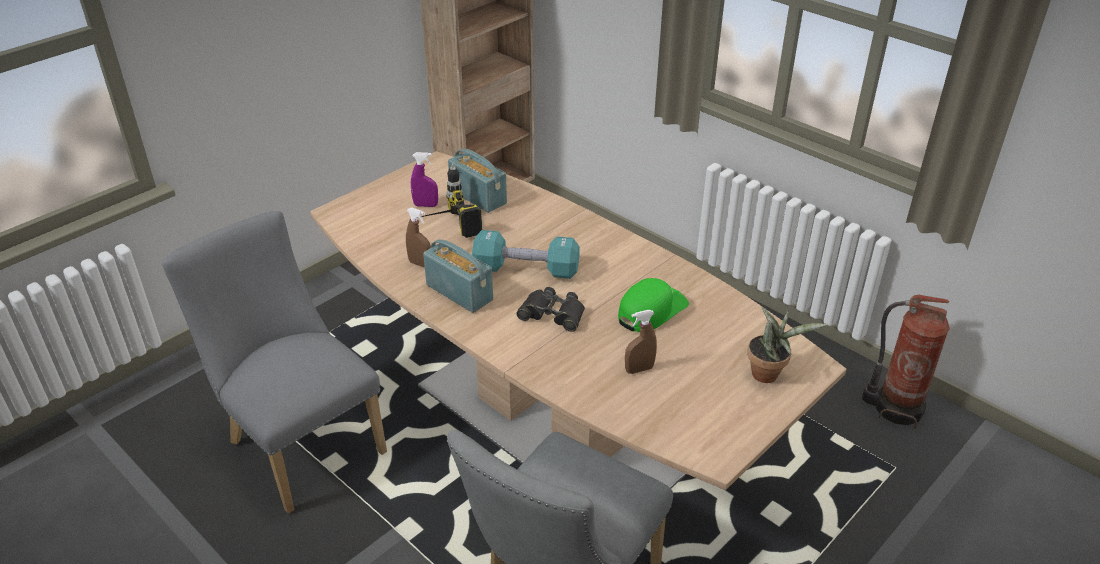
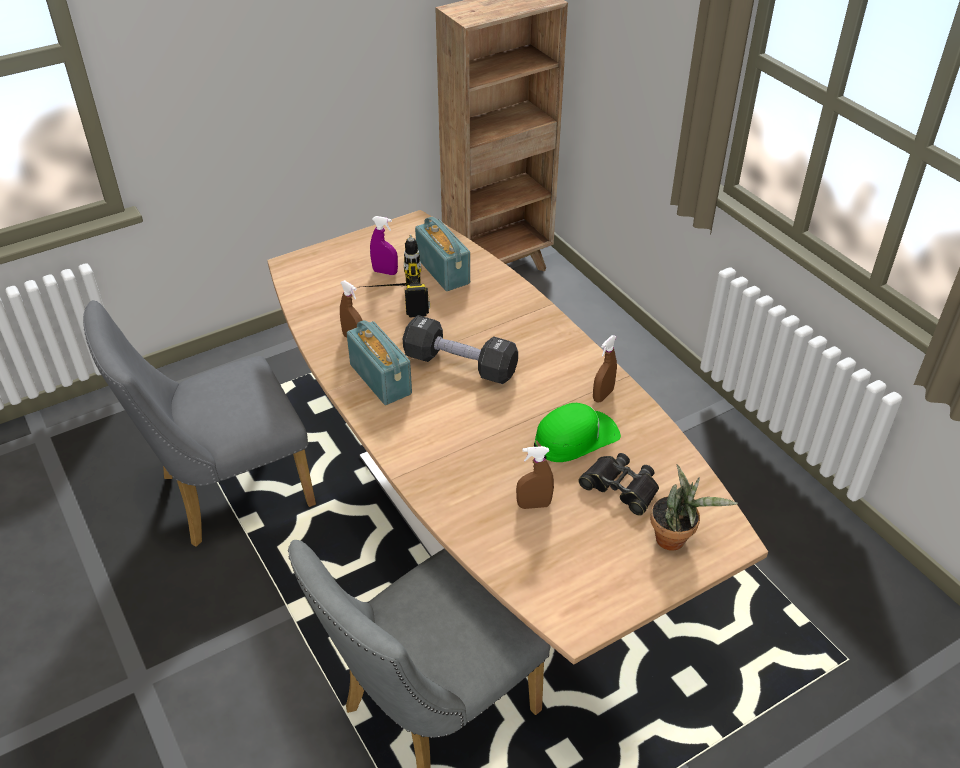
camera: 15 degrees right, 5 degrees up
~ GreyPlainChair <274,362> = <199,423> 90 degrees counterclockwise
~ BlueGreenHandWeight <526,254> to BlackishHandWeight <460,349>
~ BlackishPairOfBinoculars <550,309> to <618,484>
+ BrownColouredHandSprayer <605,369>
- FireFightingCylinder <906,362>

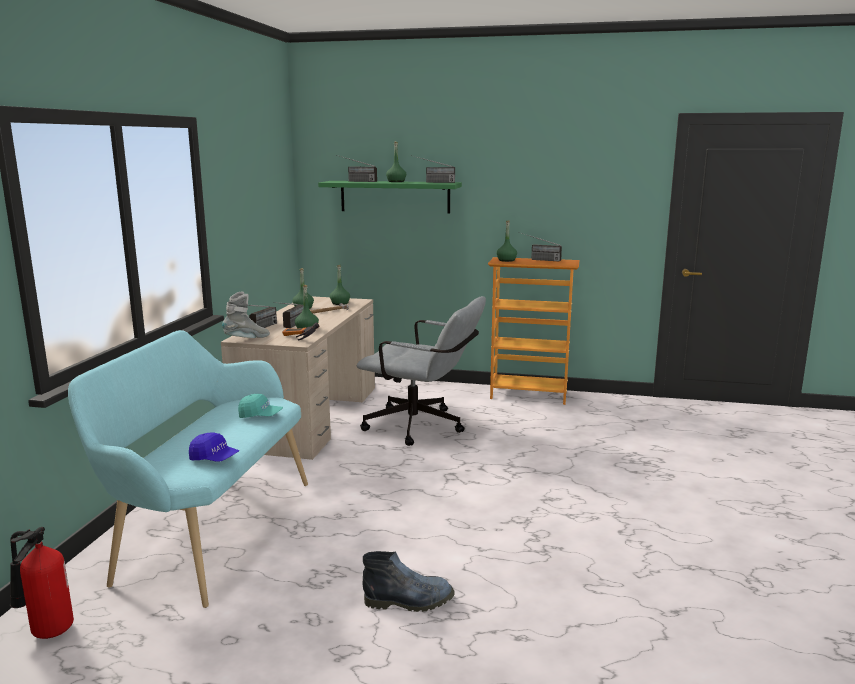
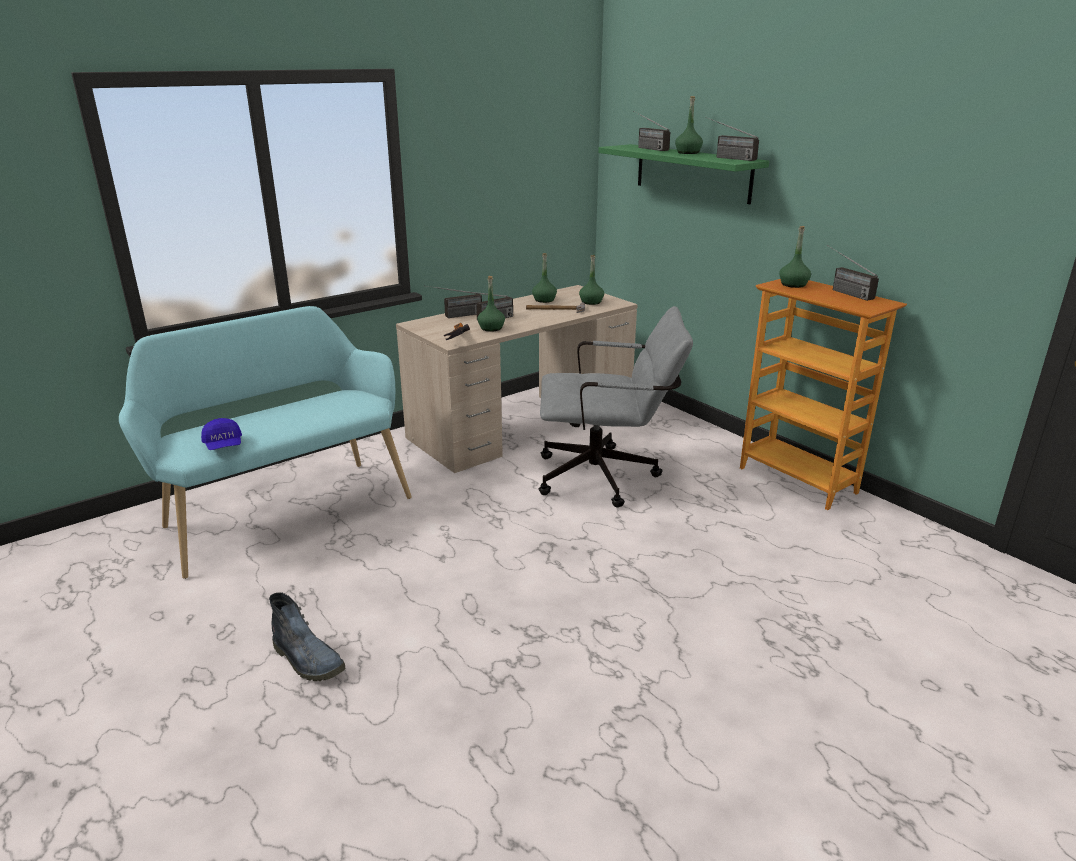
camera: 40 degrees right, 10 degrees up
~ GreyComputerChair <421,371> = <616,406> 60 degrees counterclockwise
- FireFightingCylinder <42,583>
- GreyHighTopBoot <246,314>
- BlueGreenCap <260,406>

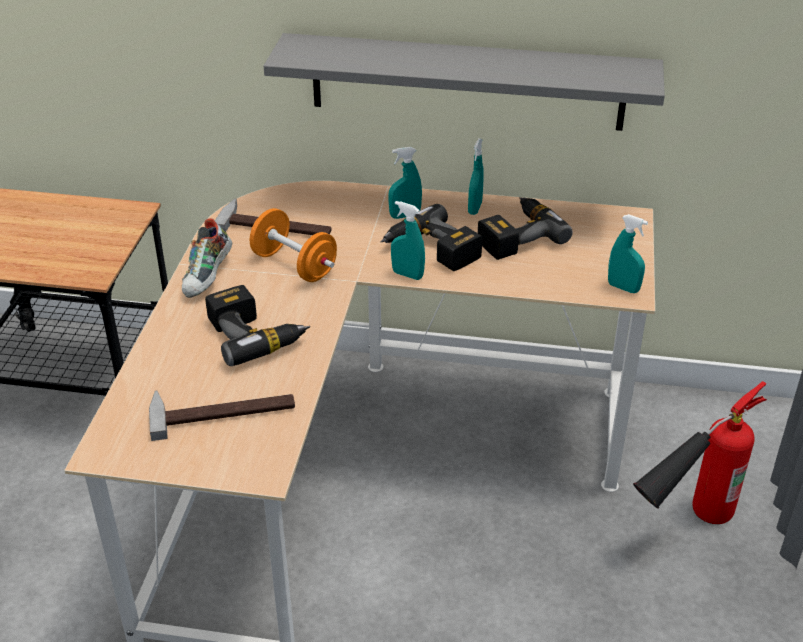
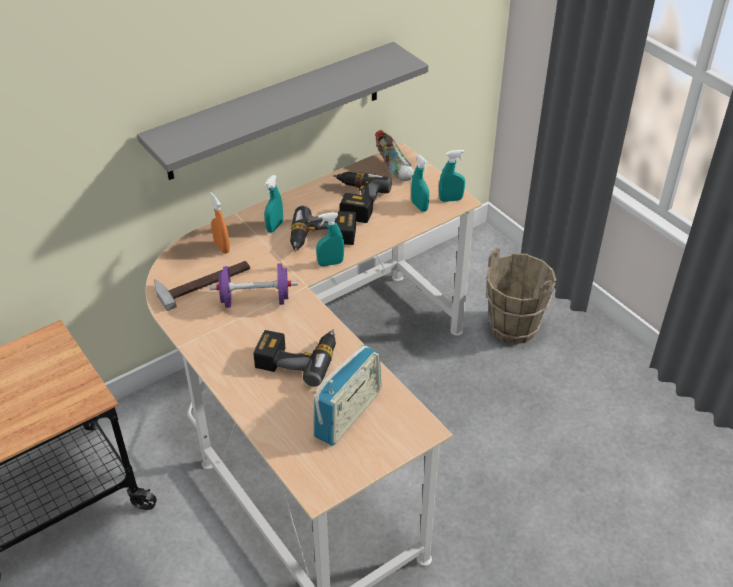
camera: 45 degrees left, 5 degrees up
+ OrangeHandSprayer <220,223>
~ OrangeHandWeight <293,245> to PurplishHandWeight <254,285>
~ HandHammer <222,415> to RadioReceiver <347,395>
~ ItemOfFootwear <207,258> to <394,155>
~ BlueGreenHandSprayer <476,176> to <420,183>
~ FireFightingCylinder <700,452> to BrownColouredPail <521,296>

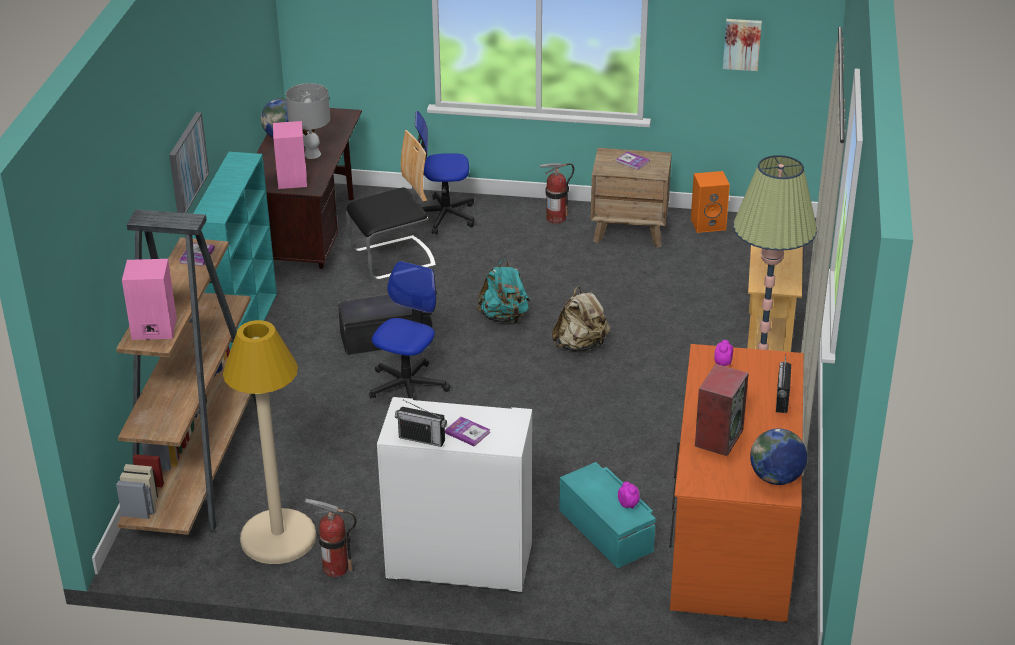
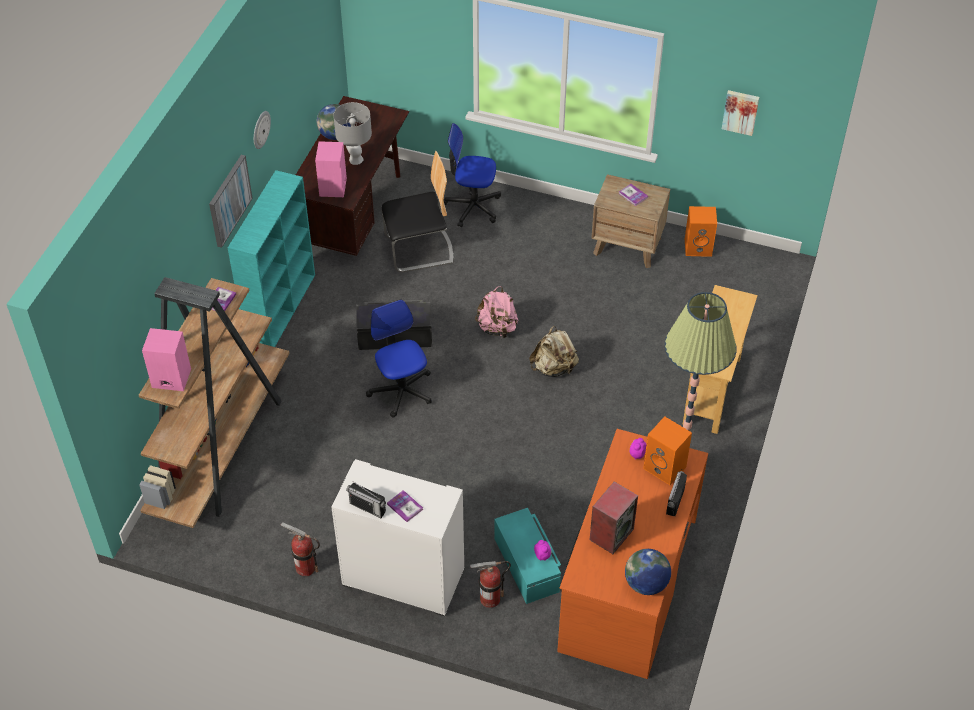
camera: 10 degrees right, 15 degrees up
+ WallClock <262,130>
~ ComputerChair <410,330> = <399,359> 60 degrees counterclockwise
~ FireFightingCylinder <556,193> to <490,584>
~ BlueGreenKnapsack <503,291> to PinkishKnapsack <497,312>
+ OrangeSpeaker <667,450>
- BeigeColouredStandardLamp <269,442>

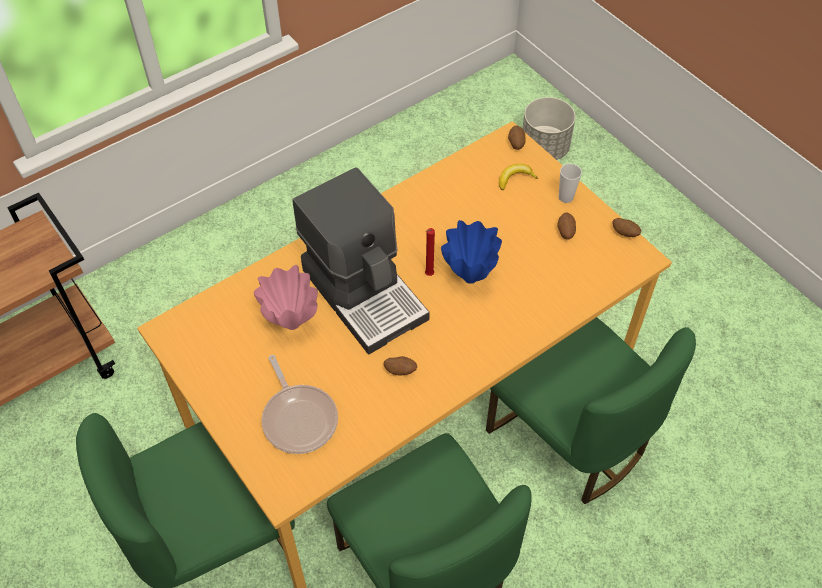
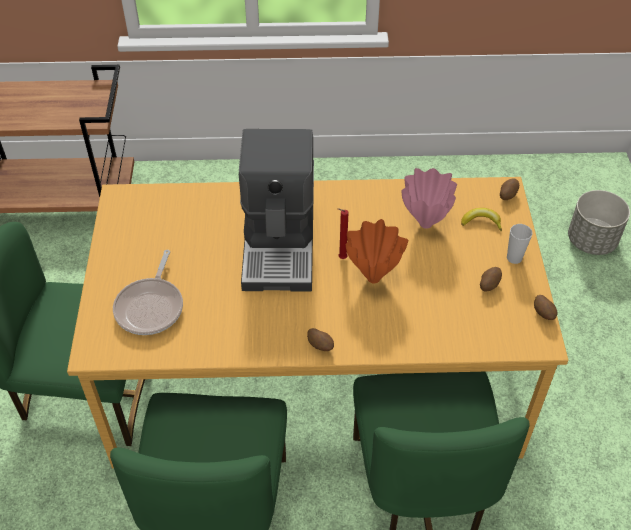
camera: 35 degrees right, 5 degrees down
~ WholePotato <400,365> to <320,339>
~ BlueColouredDecorativeVase <471,252> to OrangeDecorativeVase <377,251>
~ PinkishDecorativeVase <285,297> to <429,198>

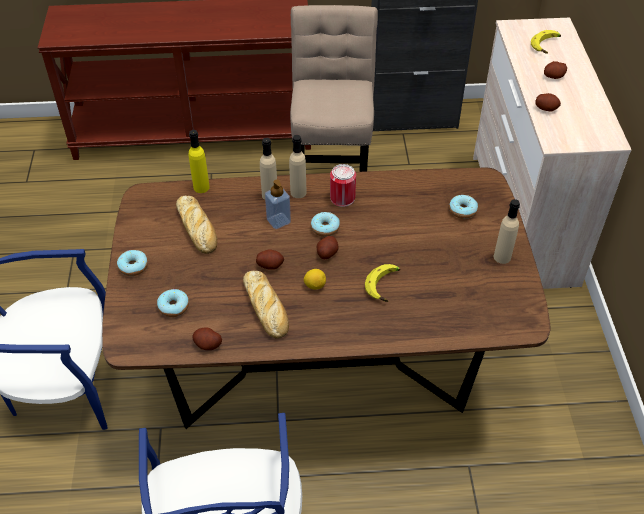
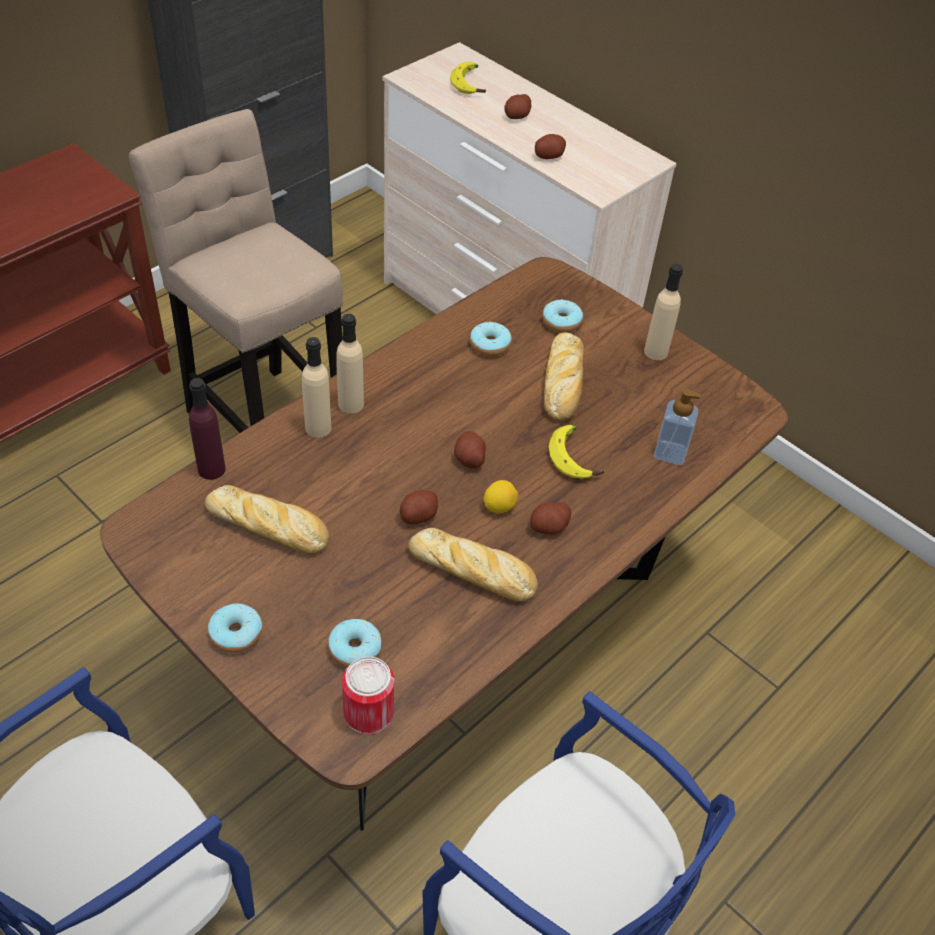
camera: 45 degrees left, 0 degrees up
~ YellowColouredBeverageBottle <199,161> to PurplishBeverageBottle <207,429>
~ MetalCan <343,185> to <368,696>
~ Doughnut <325,224> to <491,338>
~ WholePotato <207,338> to <550,518>
+ BakedBread <564,377>
~ LiquidSoapBottle <278,204> to <677,427>

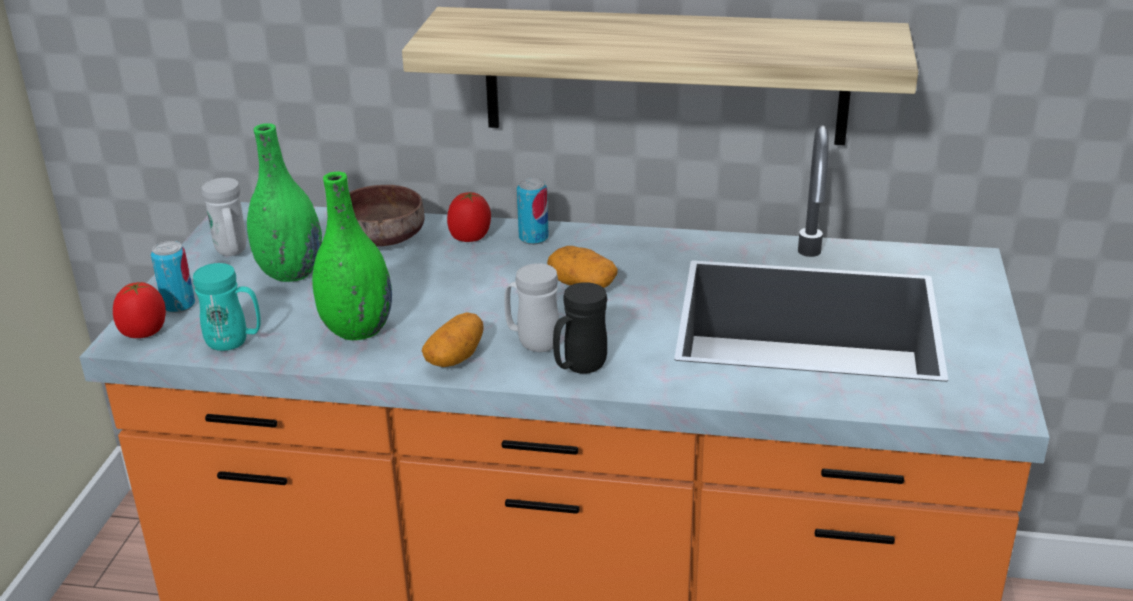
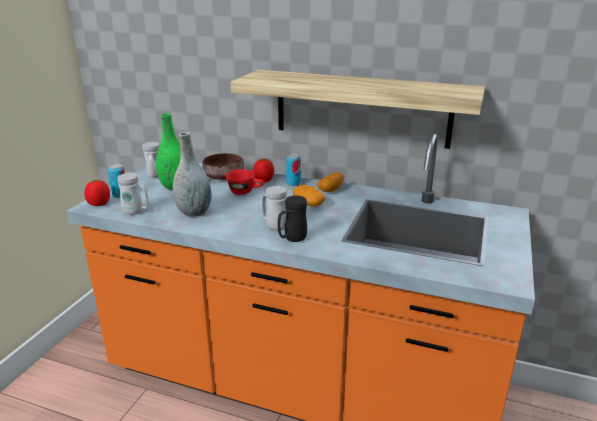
camera: 10 degrees right, 5 degrees down
~ BlueGreenMug <227,307> to WhiteColouredMug <133,194>
~ GreenDecorativeVase <352,255> to GreyDecorativeVase <192,174>
+ RedDrinkingCup <245,182>
~ WholePotato <453,339> to <330,182>

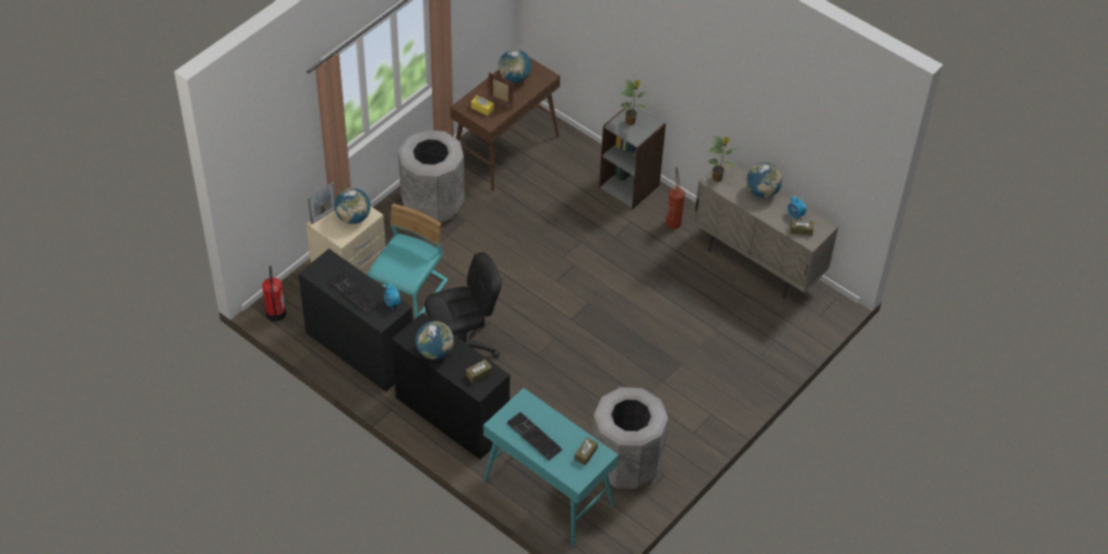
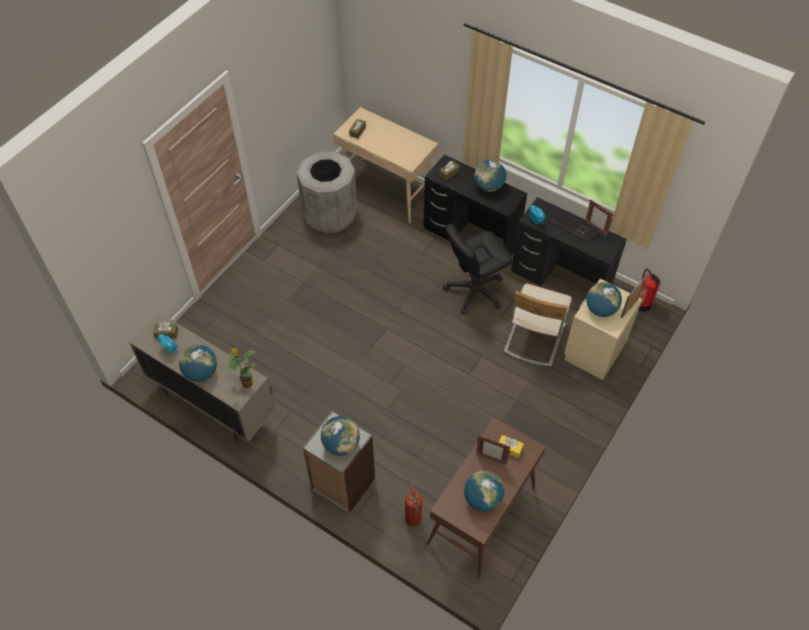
camera: 175 degrees right, 5 degrees up
~ PottedPlant <633,102> to Globe <340,436>
~ BlueGreenConsoleTable <550,468> to BeigeColouredConsoleTable <385,165>
~ FireFightingCylinder <675,198> to <413,506>
~ BlueGreenPlainChair <408,261> to BeigeColouredPlainChair <538,325>
+ PhotoFrame <599,218>
- GreyRubbishBin <431,176>
- PcKeyboard <534,436>

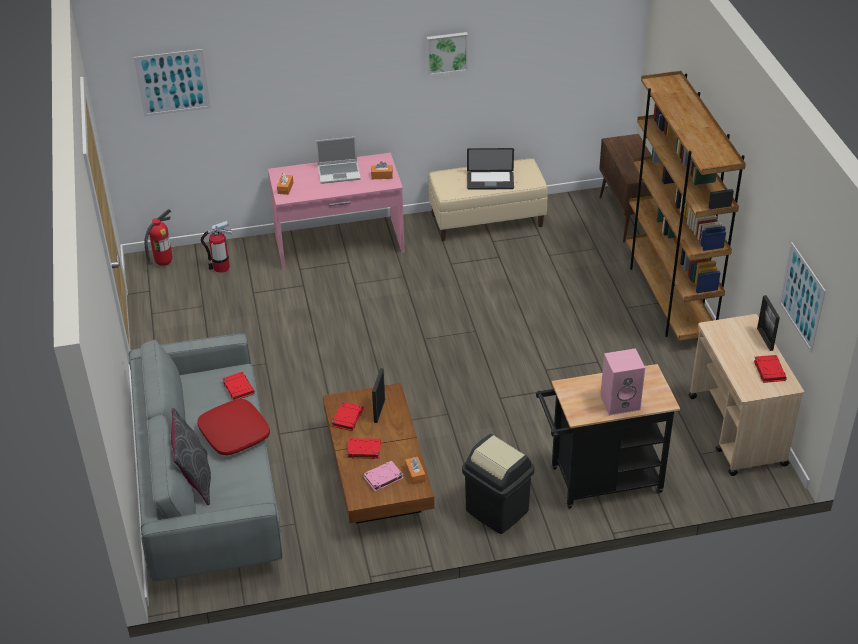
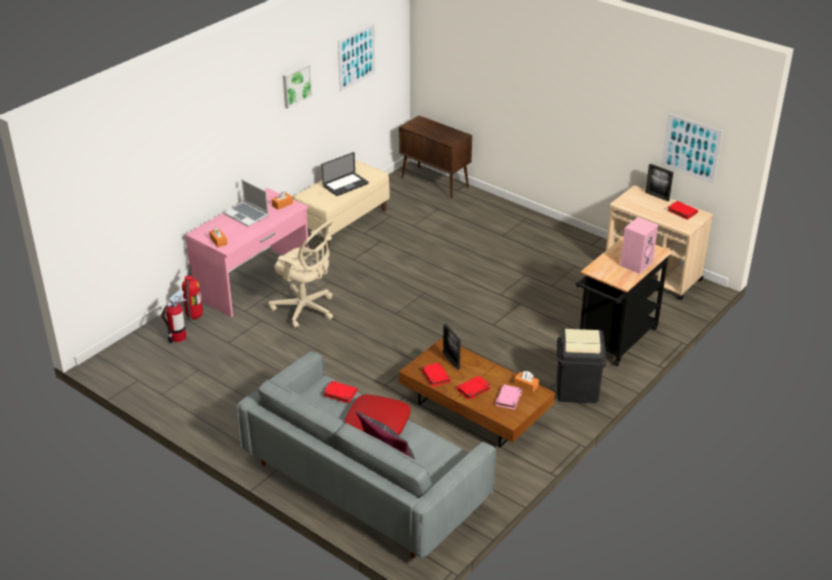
camera: 40 degrees left, 5 degrees down
~ FireFightingCylinder <158,237> to <192,293>
~ PortableComputer <338,160> = <246,203> 90 degrees clockwise
+ BeigeColouredComputerChair <301,274>
~ Picture <172,82> to <356,58>
- BrownColouredShelvingUnit <686,206>

